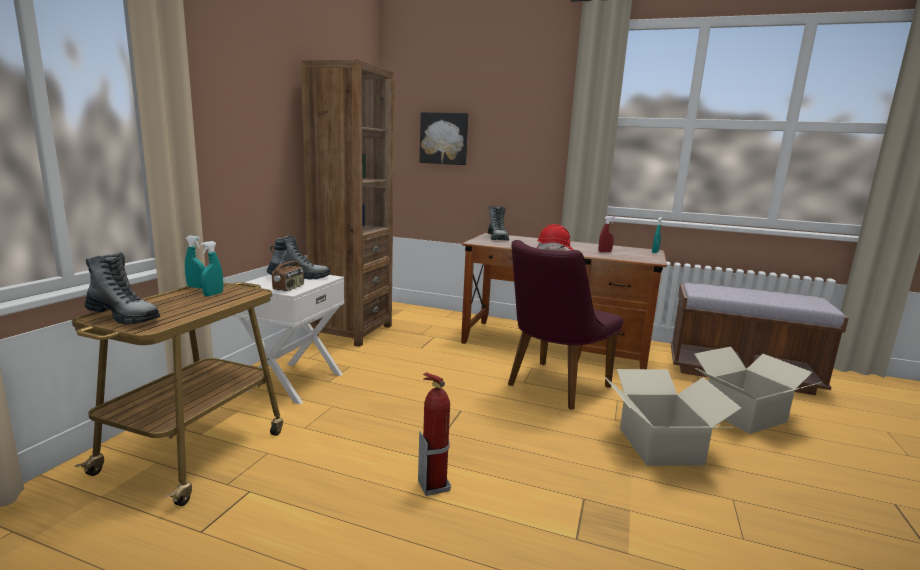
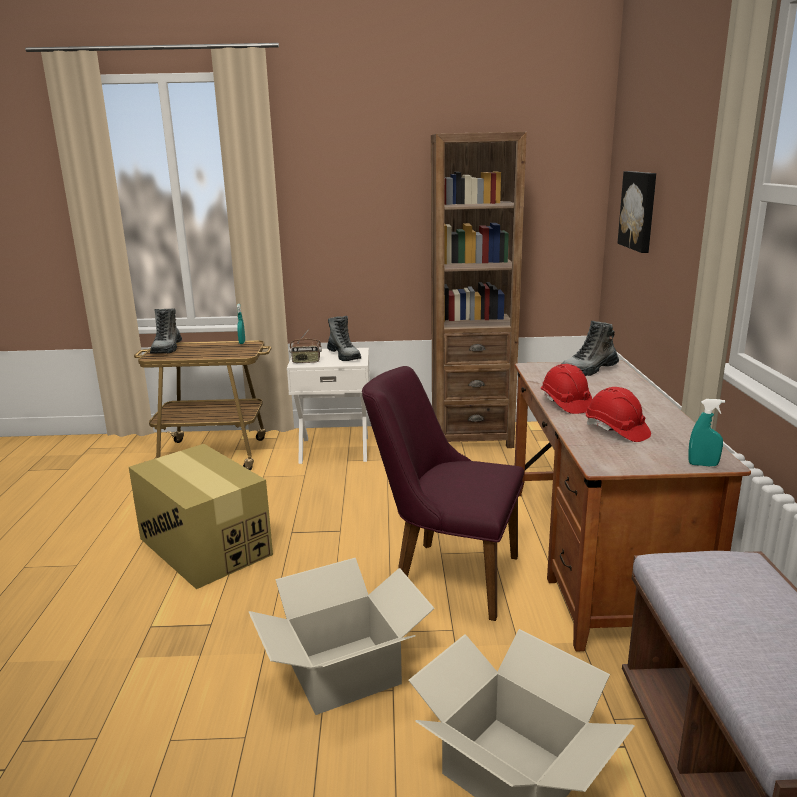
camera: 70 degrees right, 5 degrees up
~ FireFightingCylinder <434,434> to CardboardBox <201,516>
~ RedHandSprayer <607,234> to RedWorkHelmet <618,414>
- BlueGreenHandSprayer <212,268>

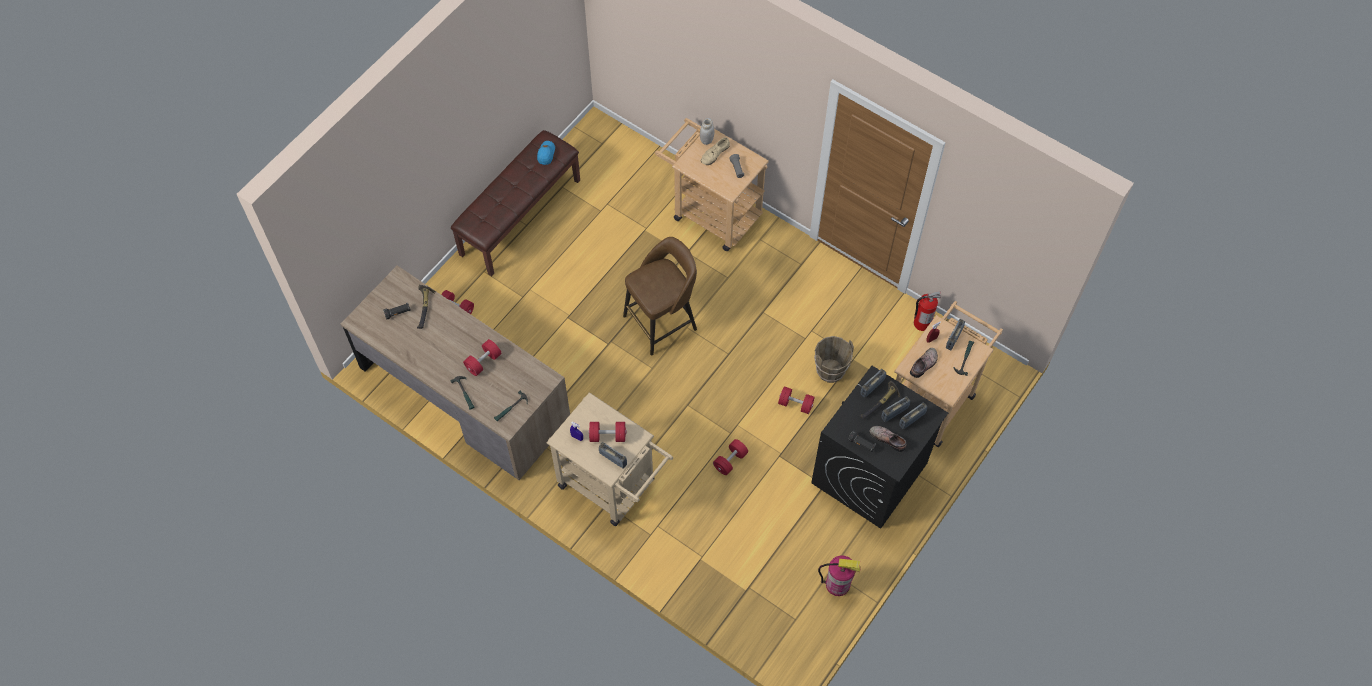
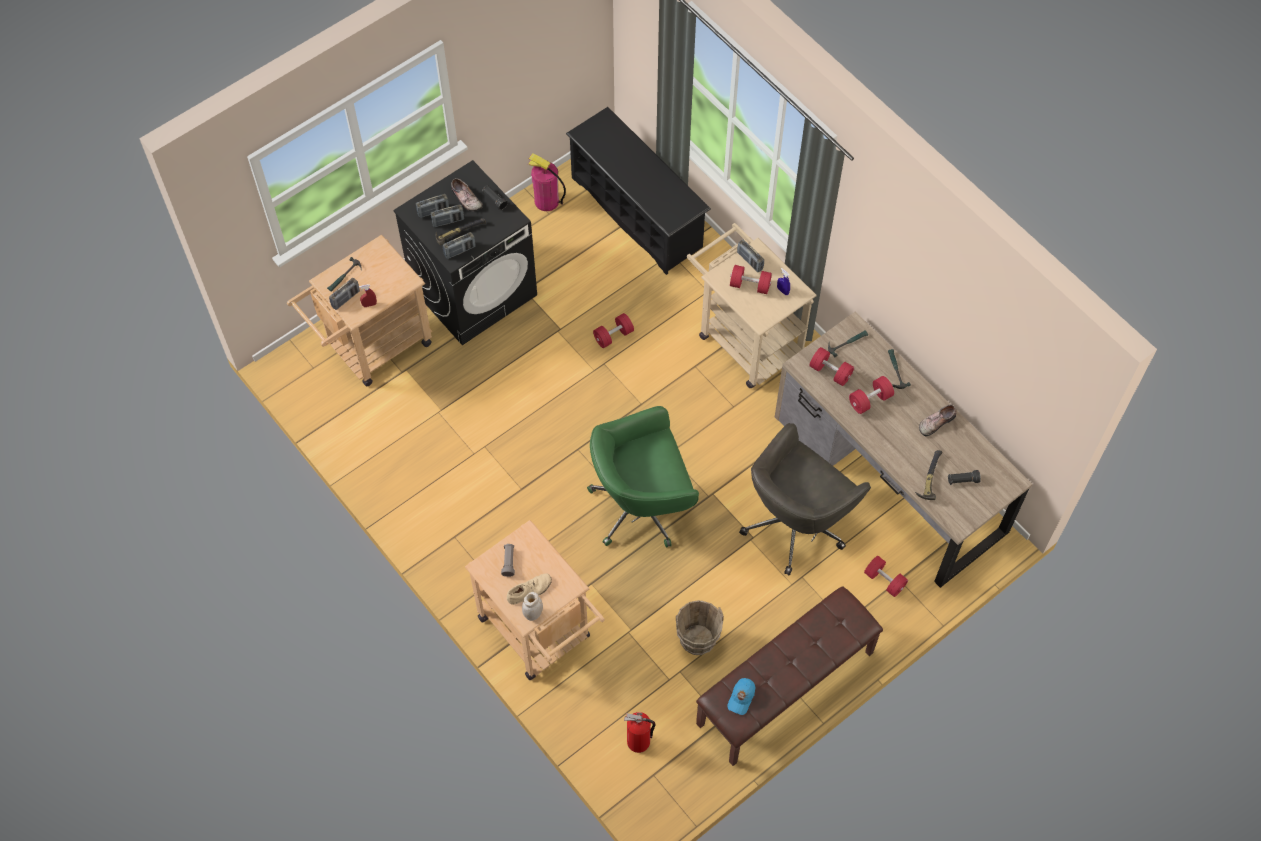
camera: 165 degrees left, 0 degrees up
+ BlackishShoeRack <638,191>
~ BrownColouredSittingStool <660,296> to GreenComputerChair <643,476>
~ FireFightingCylinder <927,311> to <640,732>
~ BrownColouredPail <834,359> to <700,627>
+ GreyComputerChair <805,499>
~ RedHandWeight <796,400> to <831,366>
~ ItemOfFootwear <924,363> to <938,420>

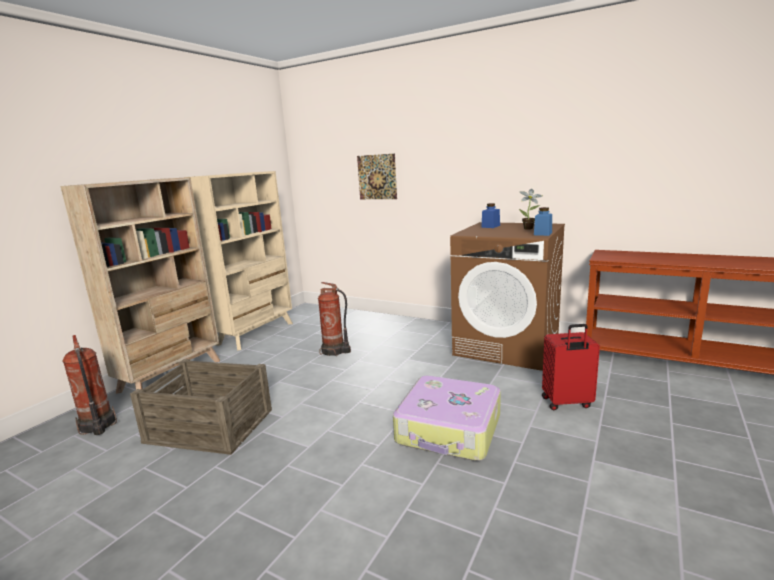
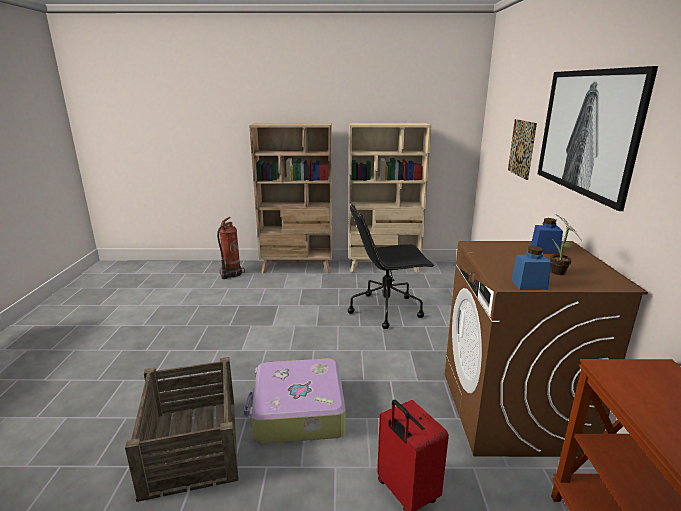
camera: 60 degrees right, 5 degrees up
~ ShippingCrate <201,407> to <181,429>
~ FireFightingCylinder <334,319> to BlackishComputerChair <391,266>
+ Picture <598,138>

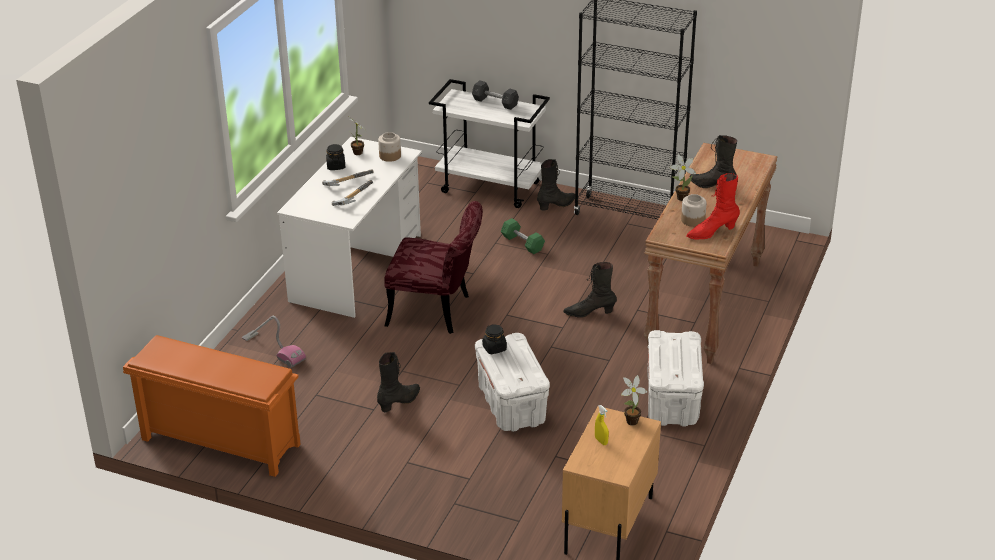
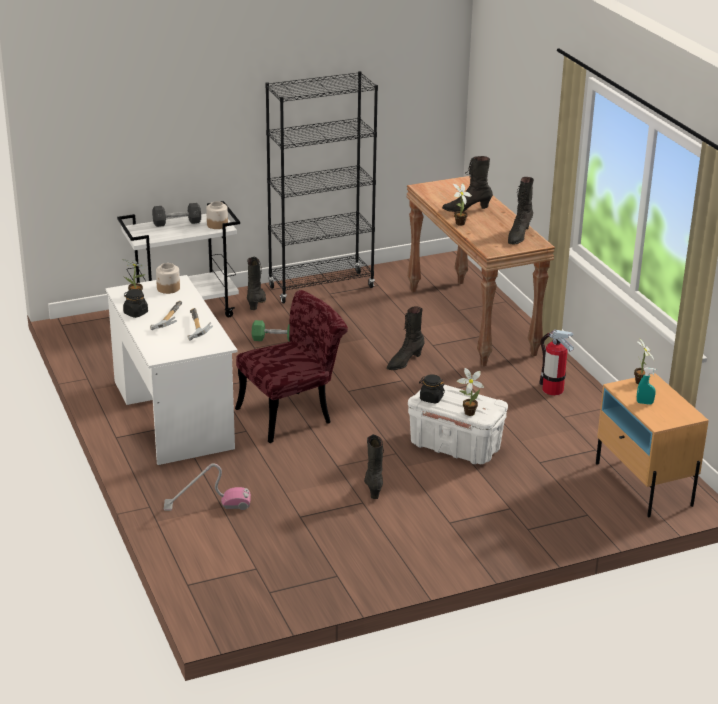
camera: 45 degrees left, 5 degrees down
~ StorageJar <694,210> to <217,215>
+ PottedPlant <470,392>
~ RedHighTopBoot <713,206> to BlackishHighTopBoot <521,210>
~ WhiteColouredStorageBin <676,378> to FireFightingCylinder <556,362>
~ YellowColouredHandSprayer <602,425> to BlueGreenHandSprayer <646,386>
- OrangeShoeRack <212,406>

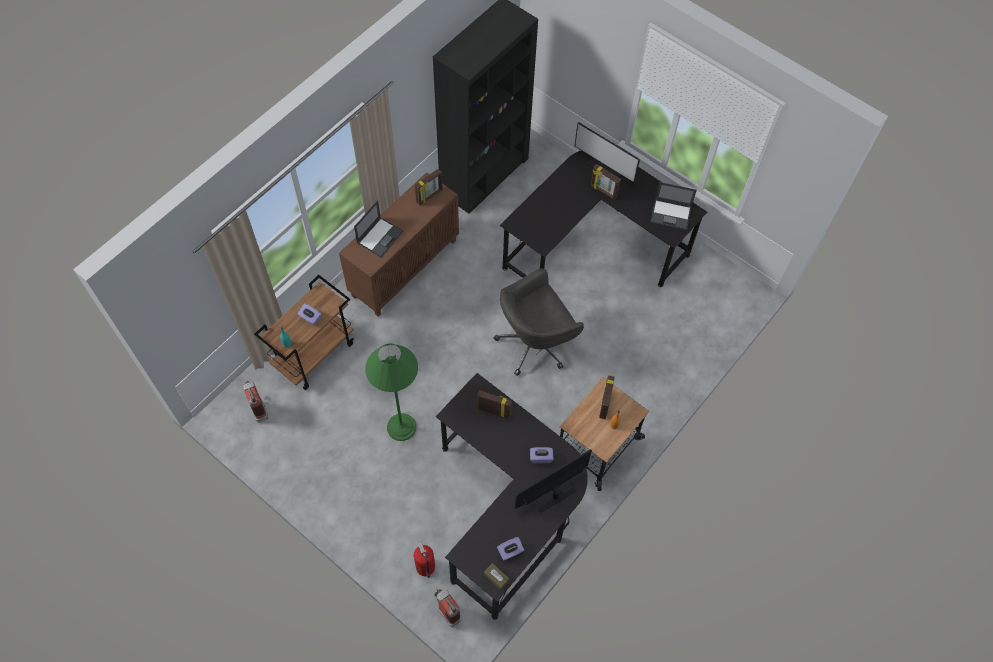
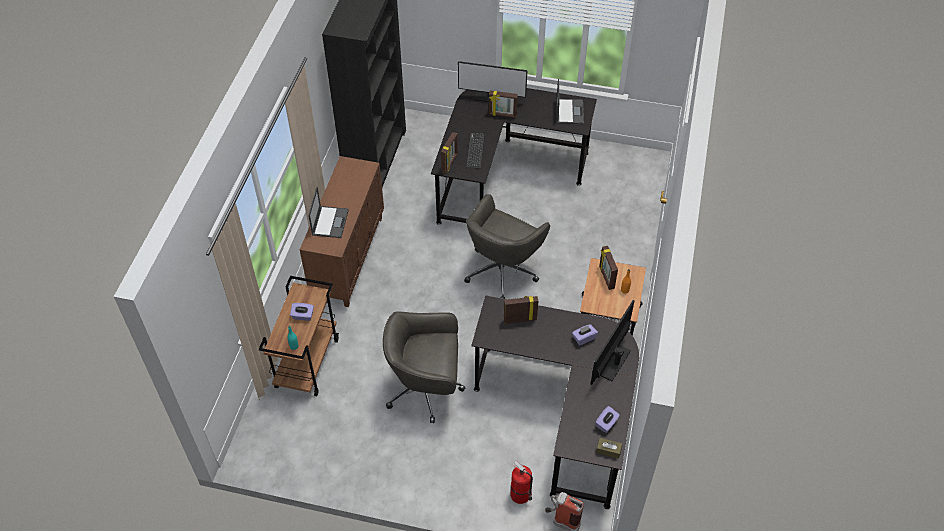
camera: 25 degrees left, 10 degrees down
~ GreenStandardLamp <391,392> to GreyComputerChair <424,367>
~ PhotoFrame <429,187> to <449,152>
+ PcKeyboard <475,150>
~ PortableComputer <673,206> = <570,101> 75 degrees counterclockwise
- FireFightingCylinder <256,401>

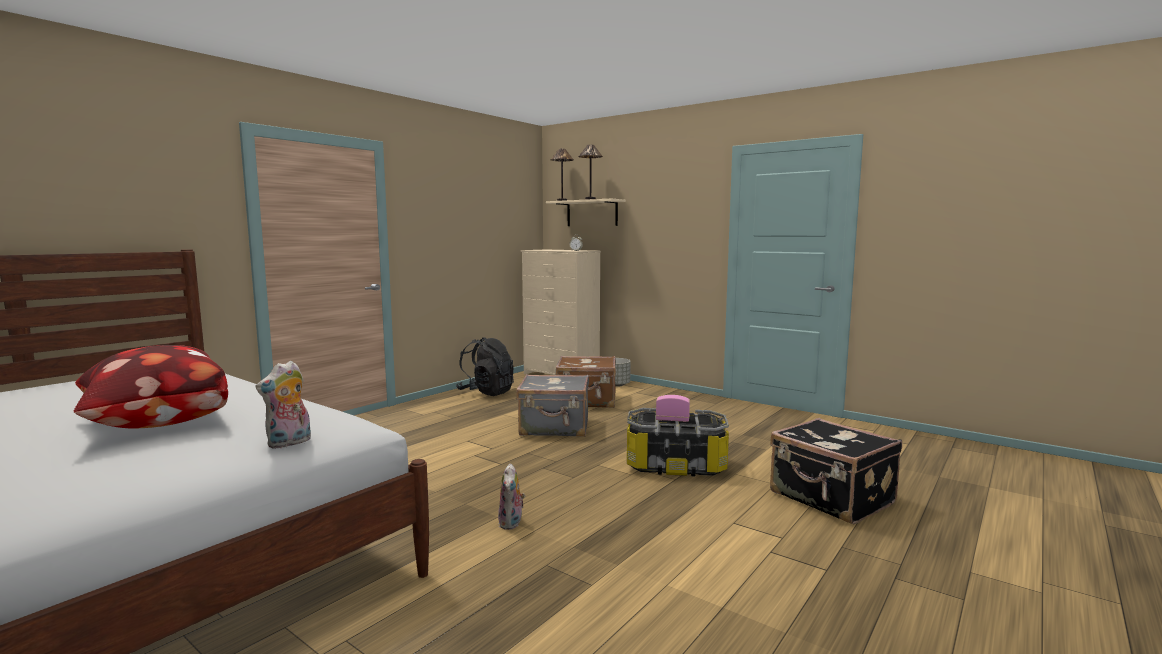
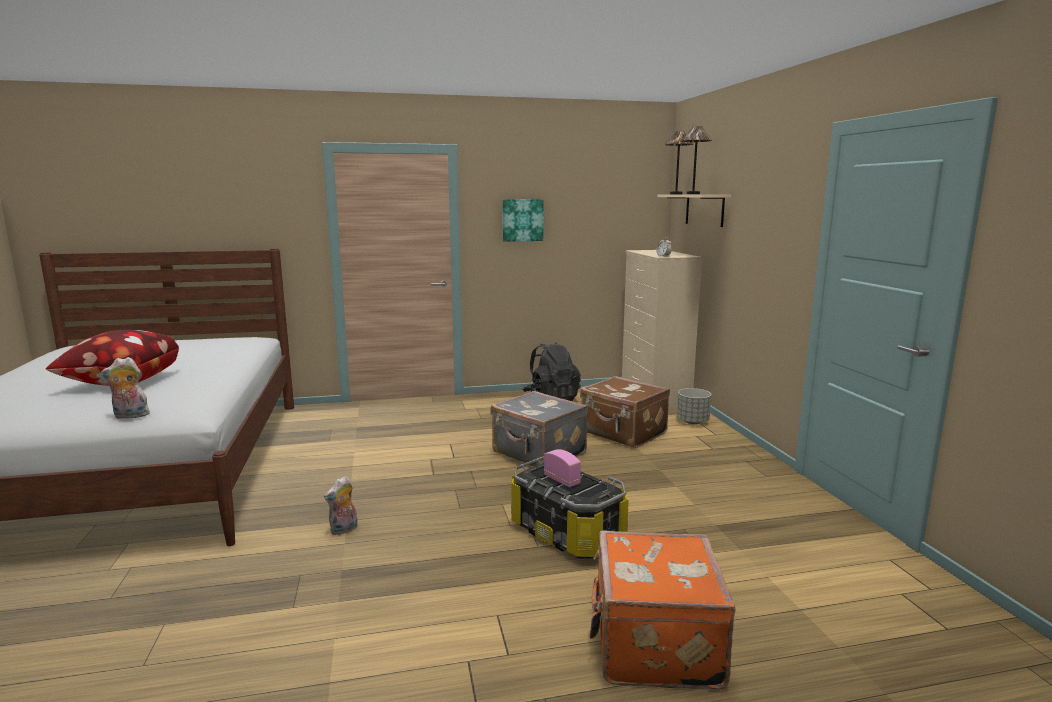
camera: 40 degrees right, 5 degrees up
+ Picture <523,220>
~ BlackishSuitcase <836,471> to OrangeSuitcase <663,610>

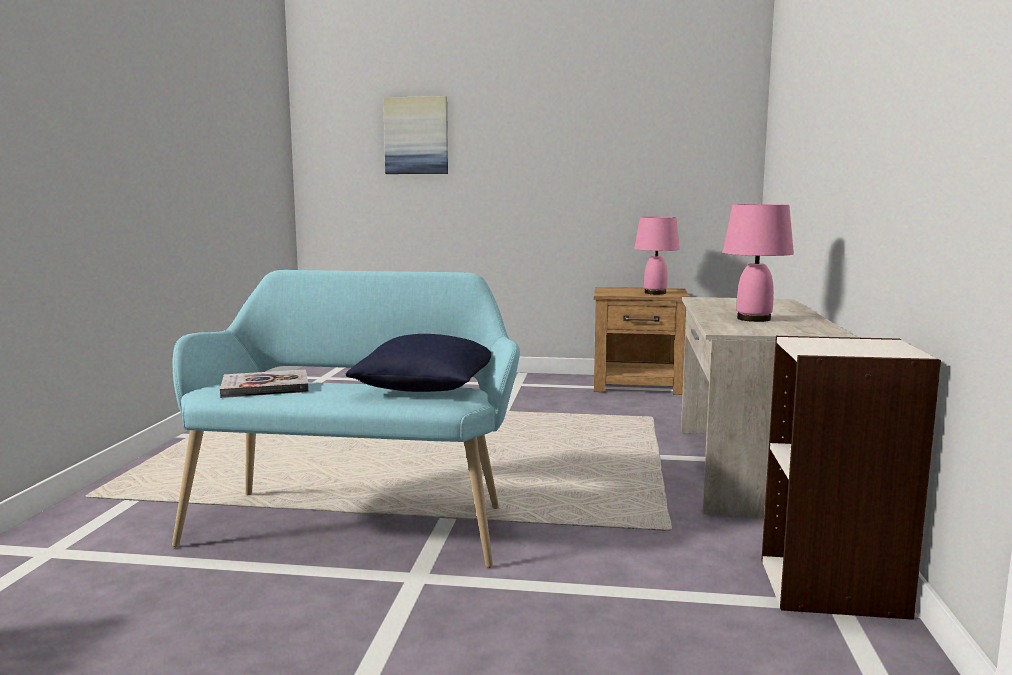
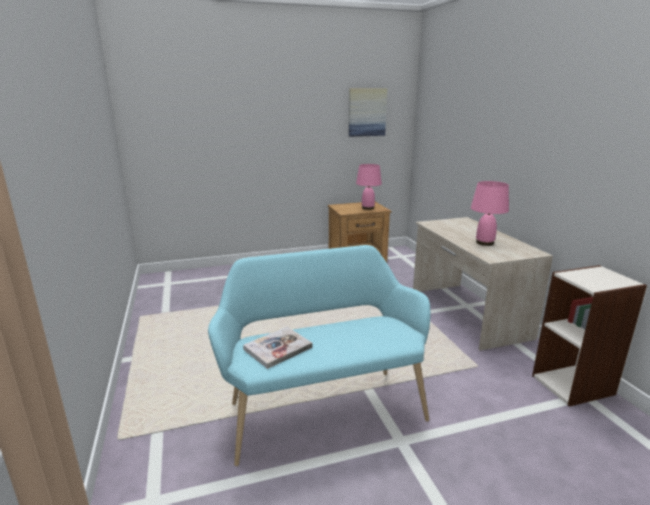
camera: 25 degrees left, 10 degrees up
~ Picture <415,135> to <368,112>
- BlueColouredThrowPillow <418,363>

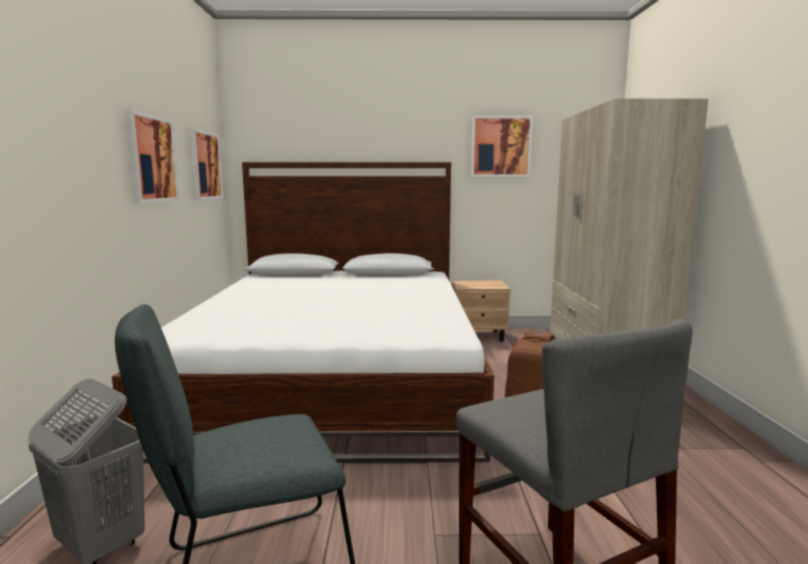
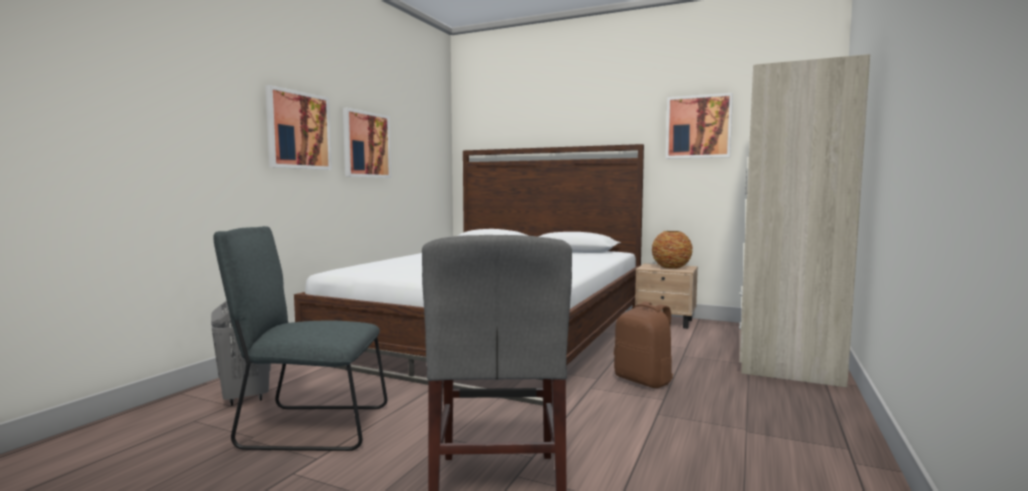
camera: 25 degrees right, 5 degrees down
~ Picture <206,164> to <298,127>
+ DecorativeVase <672,250>

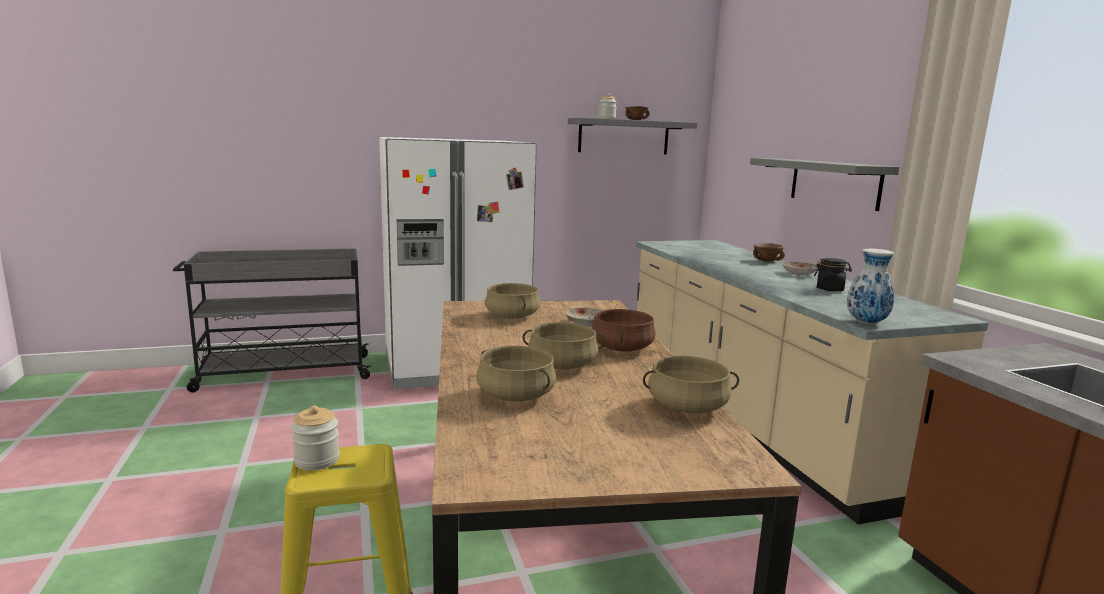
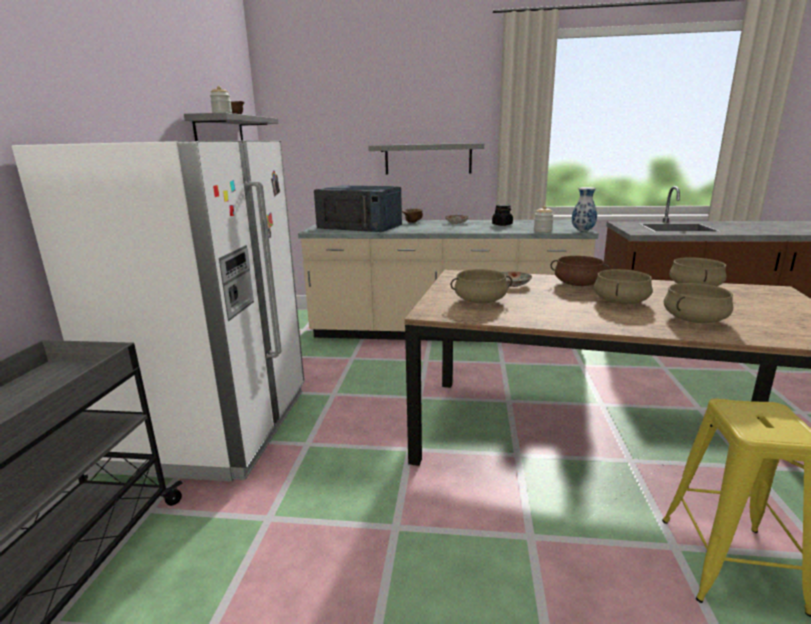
camera: 65 degrees left, 5 degrees up
+ BlueColouredMicrowaveOven <358,208>
~ StorageJar <315,437> to <544,219>

